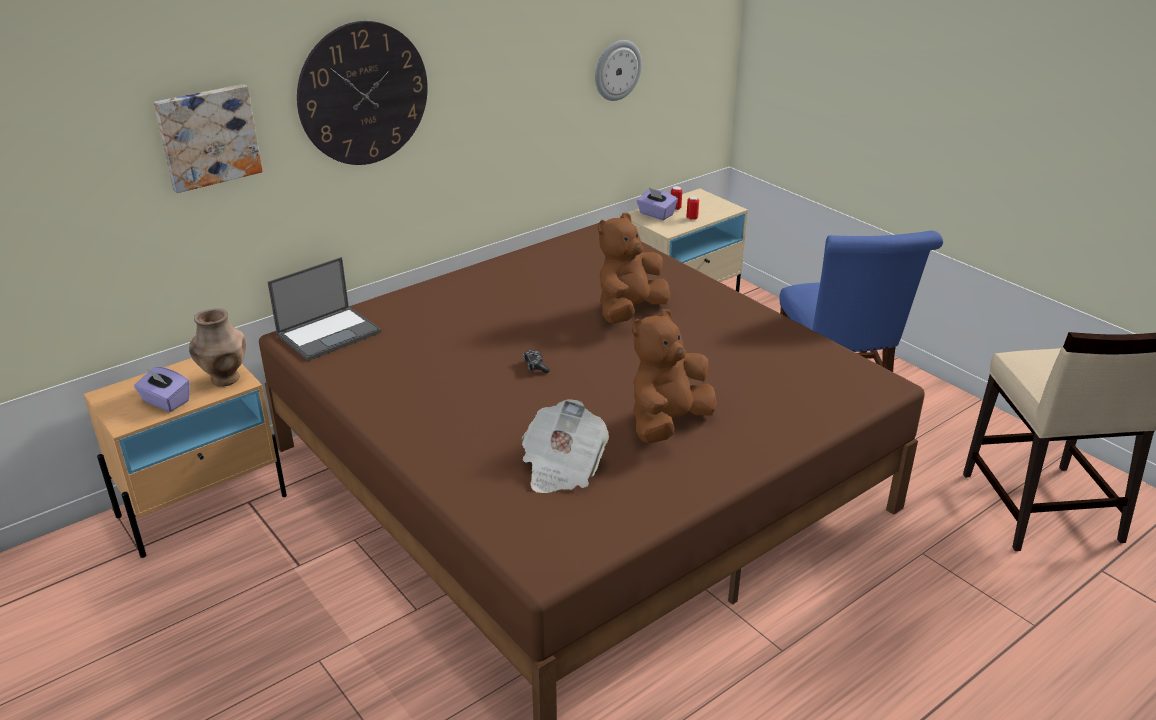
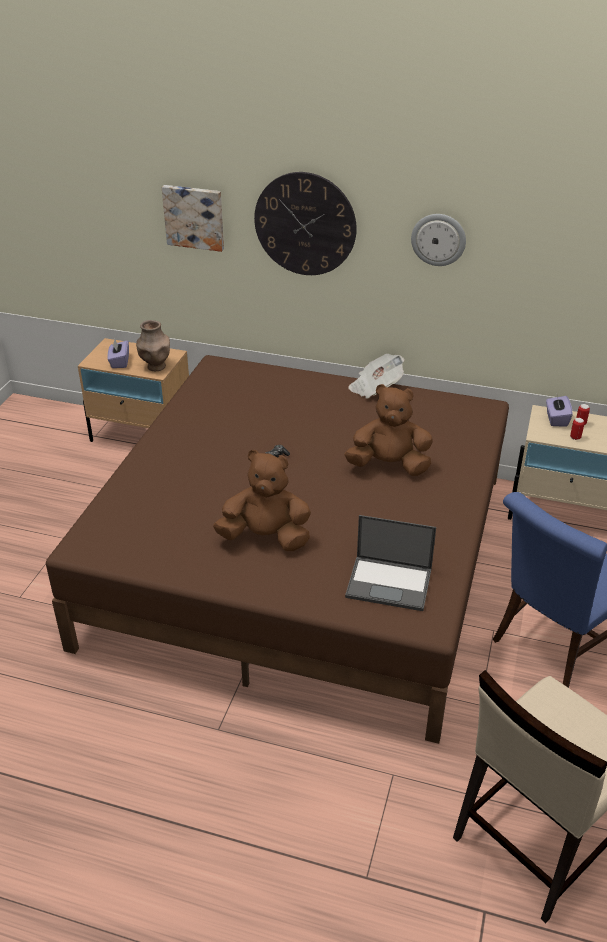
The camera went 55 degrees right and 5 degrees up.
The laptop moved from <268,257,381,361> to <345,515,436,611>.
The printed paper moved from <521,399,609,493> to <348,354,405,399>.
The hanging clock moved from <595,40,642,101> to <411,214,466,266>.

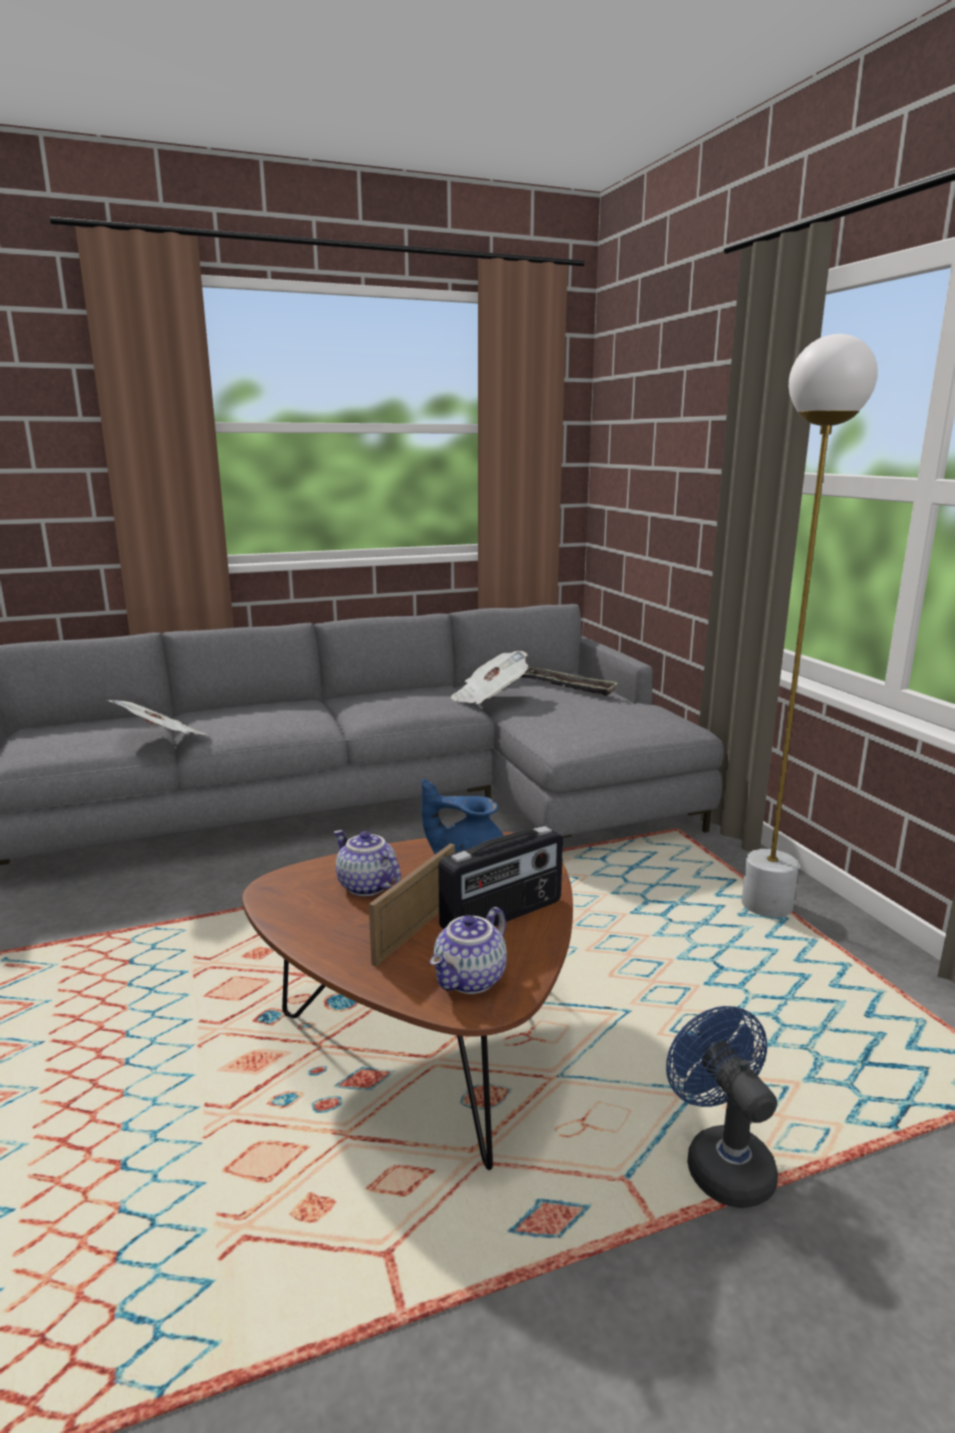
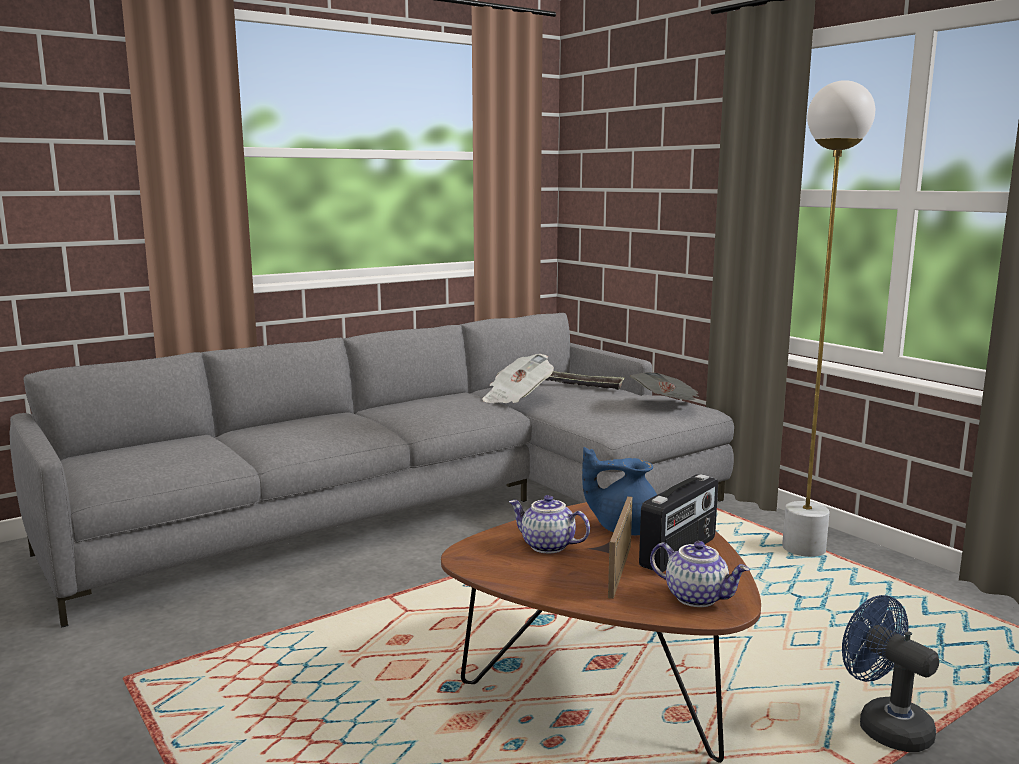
The camera went 15 degrees left and 5 degrees down.
The printed paper moved from <106,700,209,735> to <630,372,699,400>.
The teapot at <430,907,507,994> turned 75 degrees counterclockwise.

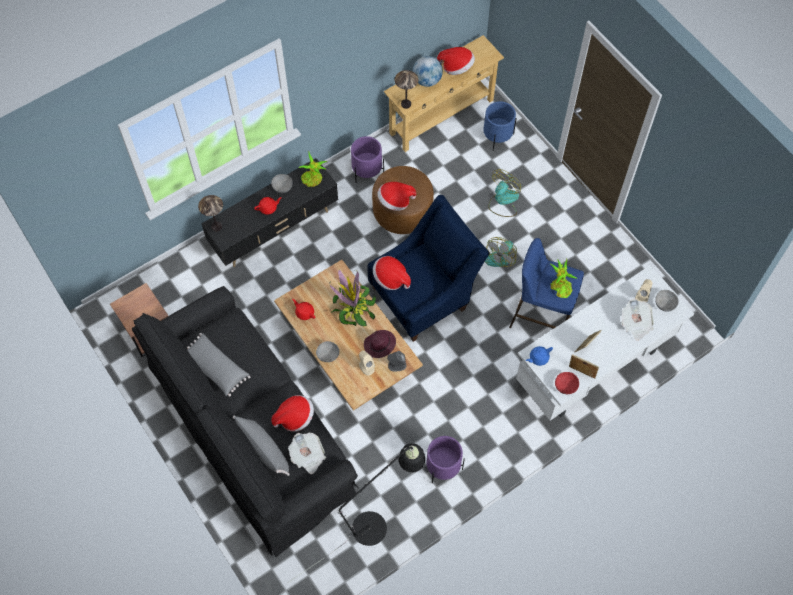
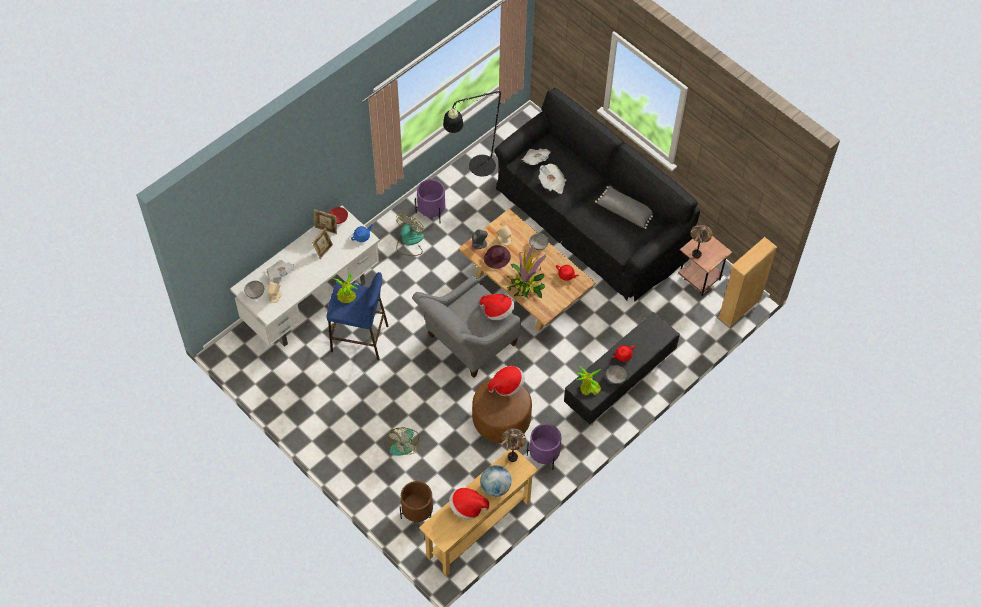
The camera went 170 degrees right and 5 degrees down.
The fan moved from <485,237,517,267> to <396,213,424,256>.
The planter (bluish) at <483,101,517,151> became the planter (brown-coloured) at <400,481,433,522>.
The easy chair (bluish) at <367,195,489,342> became the easy chair (gray) at <412,276,521,378>.
The clothing hat at <271,395,314,432> was replaced by the printed paper at <538,164,566,194>.
The lamp for a table moved from <198,195,223,232> to <691,225,713,258>.
The bookshelf (beige) at <718,237,777,327> appeared.
The throw pillow (gray) at <233,416,290,476> disappeared.

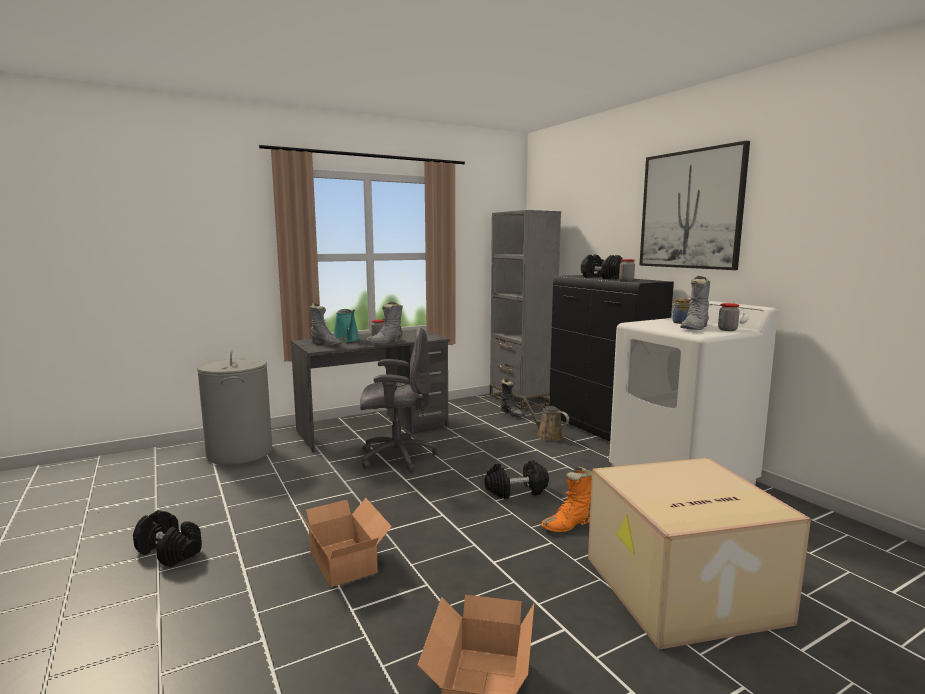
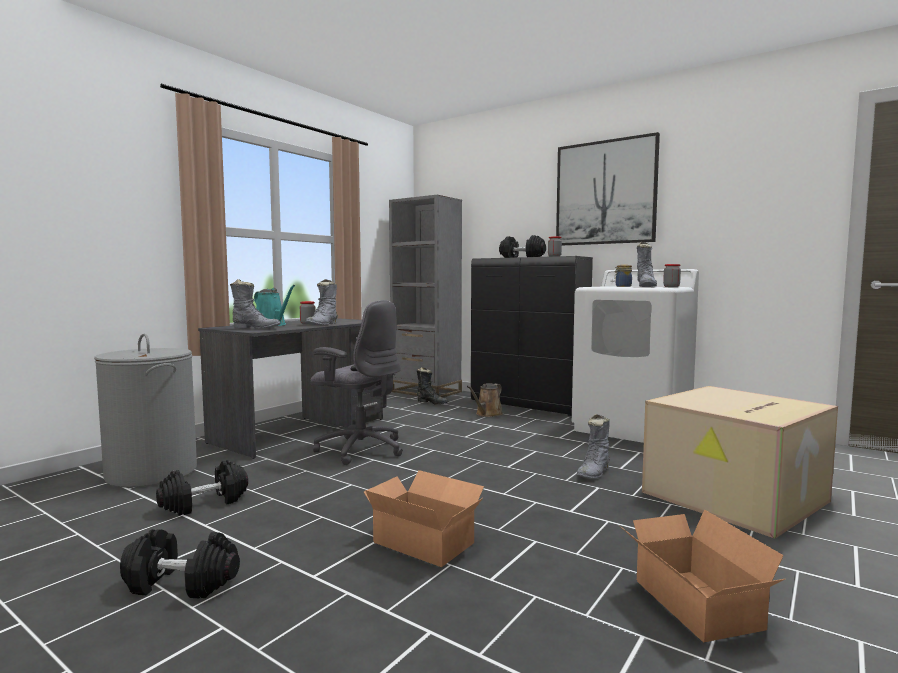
The camera went 25 degrees left and 5 degrees down.
The dumbbell (black) moved from <485,460,549,499> to <156,460,248,516>.
The office chair (gray) at <360,327,438,472> turned 60 degrees clockwise.
The watering pot (brown-coloured) at <522,396,569,441> turned 75 degrees counterclockwise.
The boot (orange) at <540,466,592,532> became the boot (gray) at <576,414,610,478>.

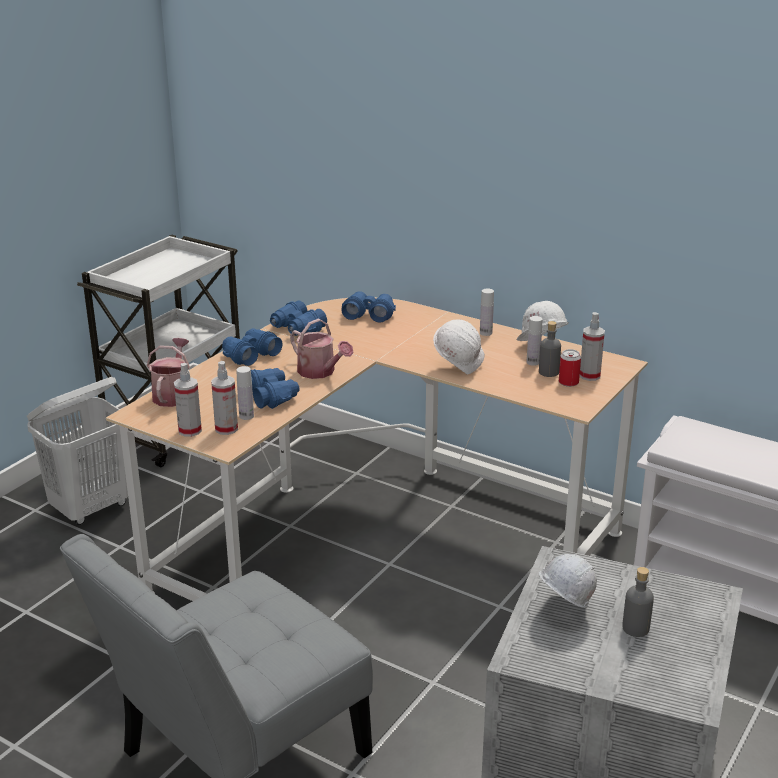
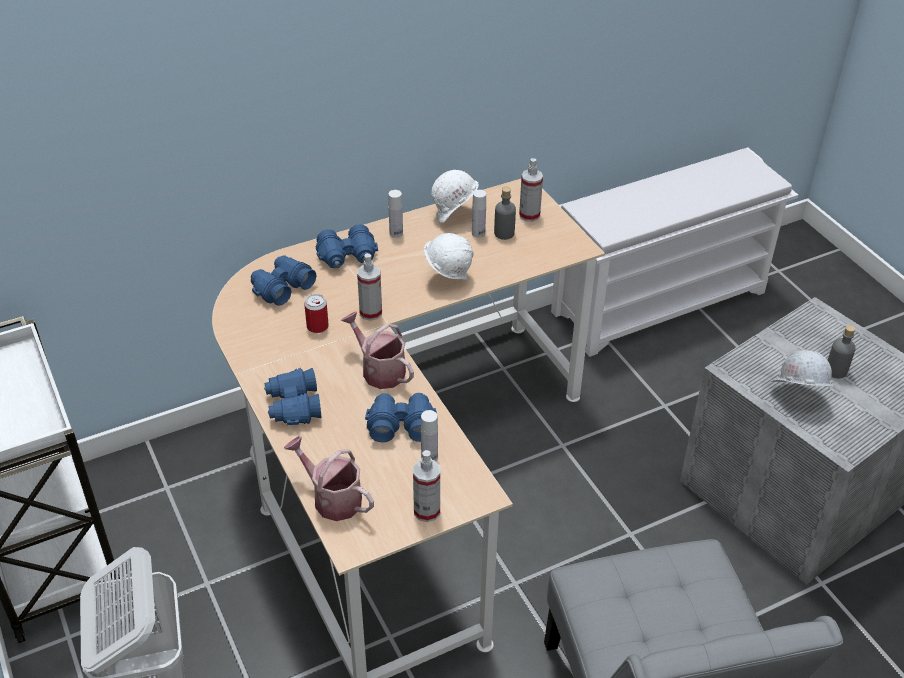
The camera went 60 degrees left and 15 degrees up.
The metal can moved from <559,349,581,387> to <304,294,329,333>.
The field glasses (bluish) moved from <270,300,327,336> to <315,224,378,268>.
The watering pot at <290,319,353,379> turned 120 degrees counterclockwise.
The sprayer moved from <211,361,238,435> to <357,253,382,321>.

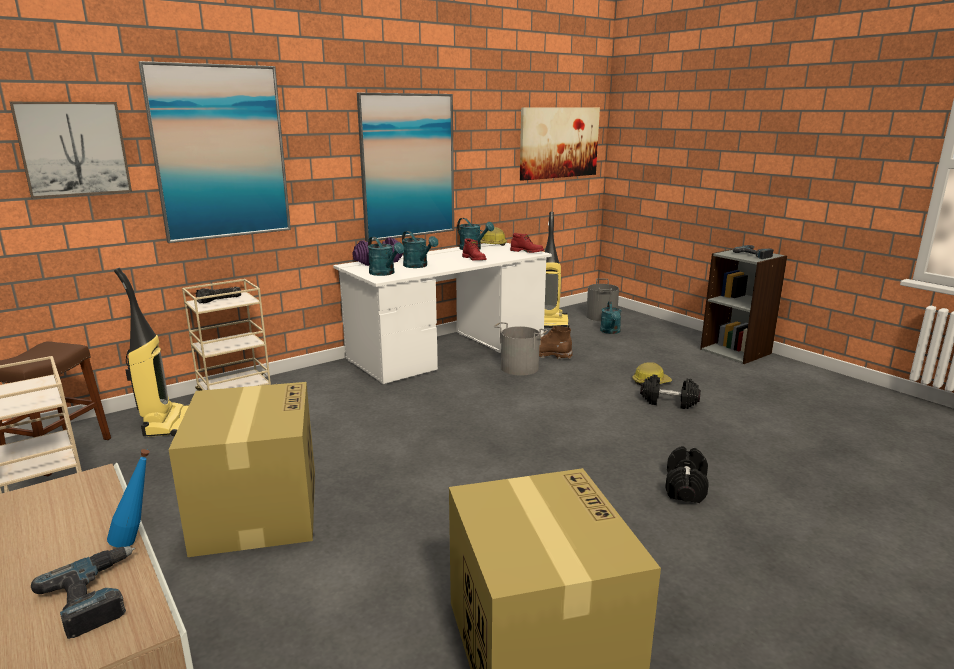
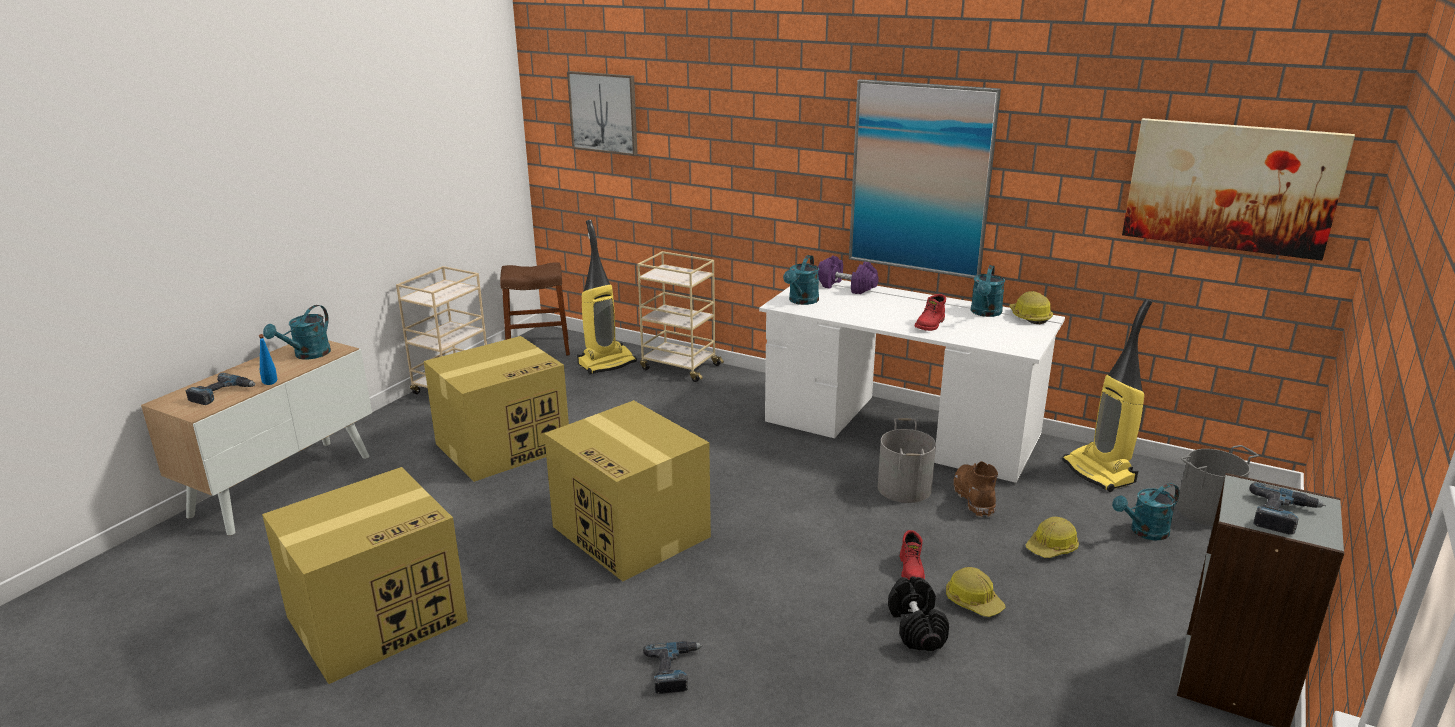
The camera went 65 degrees right and 5 degrees up.
The watering pot (turquoise-coloured) moved from <402,231,438,268> to <263,305,331,359>.
The cardboard box at <544,400,711,581> appeared.
The dumbbell (black) at <665,446,709,503> was replaced by the electric drill at <643,641,703,694>.
The boot (reddish) moved from <510,233,544,253> to <900,530,925,580>.
The safety helmet at <1026,517,1079,558> appeared.
The wall art at <138,61,291,243> disappeared.
The hand torch at <196,287,241,303> disappeared.

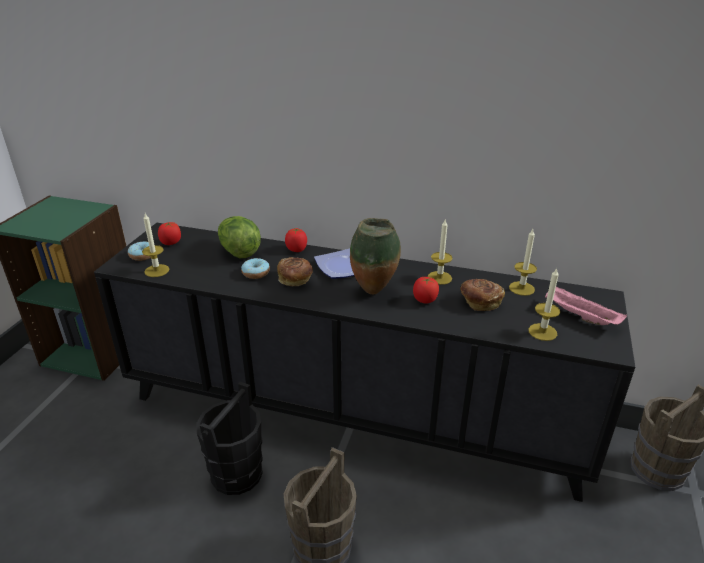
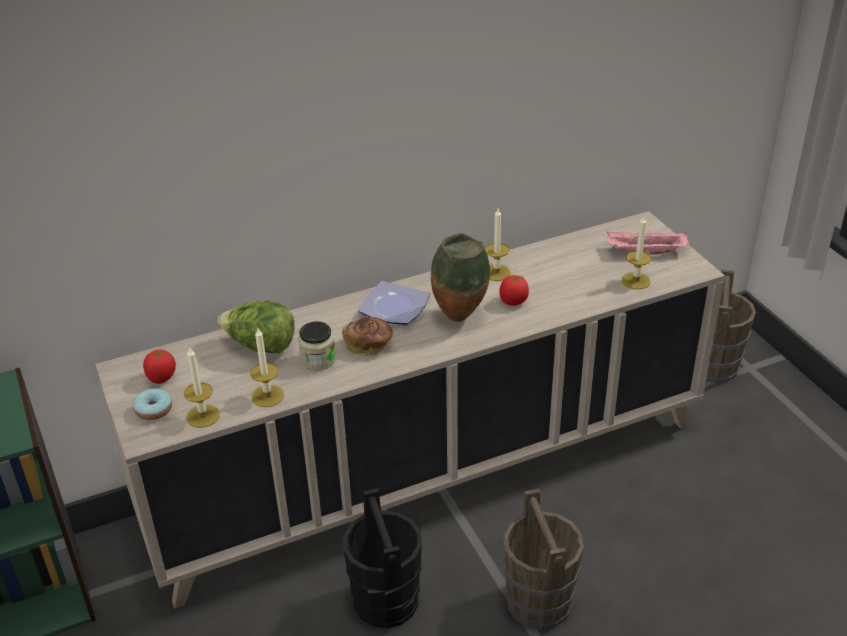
The camera went 40 degrees left and 5 degrees up.
The cupboard (black) at <94,223,635,502> became the cupboard (beige) at <95,211,725,609>.
The wax light moved from <509,229,537,296> to <250,328,284,407>.
The doughnut at <241,258,270,279> was replaced by the storage jar at <298,321,336,371>.
The tomato at <285,228,307,252> disappeared.
The bread at <461,279,505,311> disappeared.

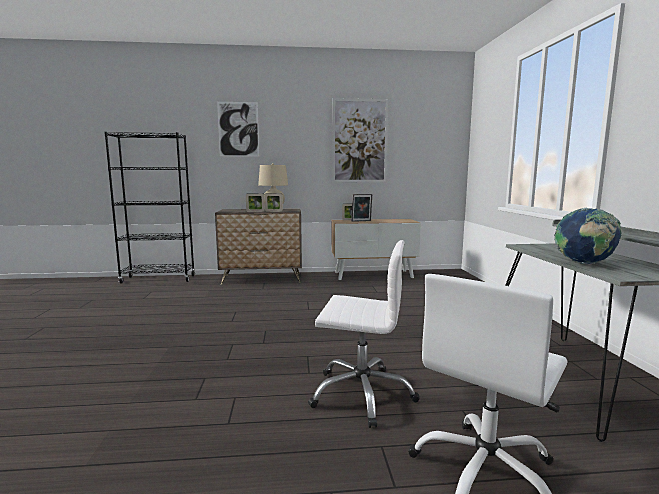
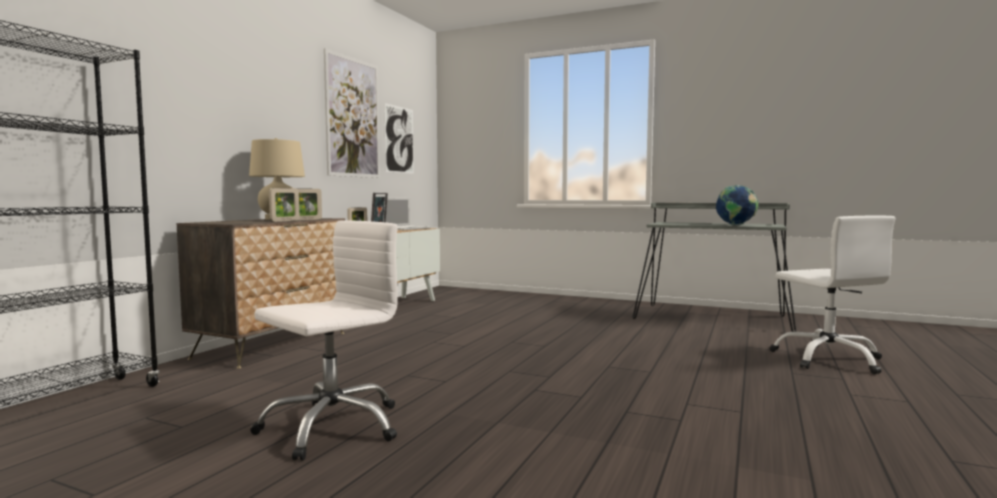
The camera went 60 degrees left and 5 degrees down.
The office chair (white) moved from <308,240,419,428> to <250,220,398,461>.
The wall art moved from <217,102,259,157> to <384,103,414,174>.
The laptop at <386,197,431,230> appeared.

